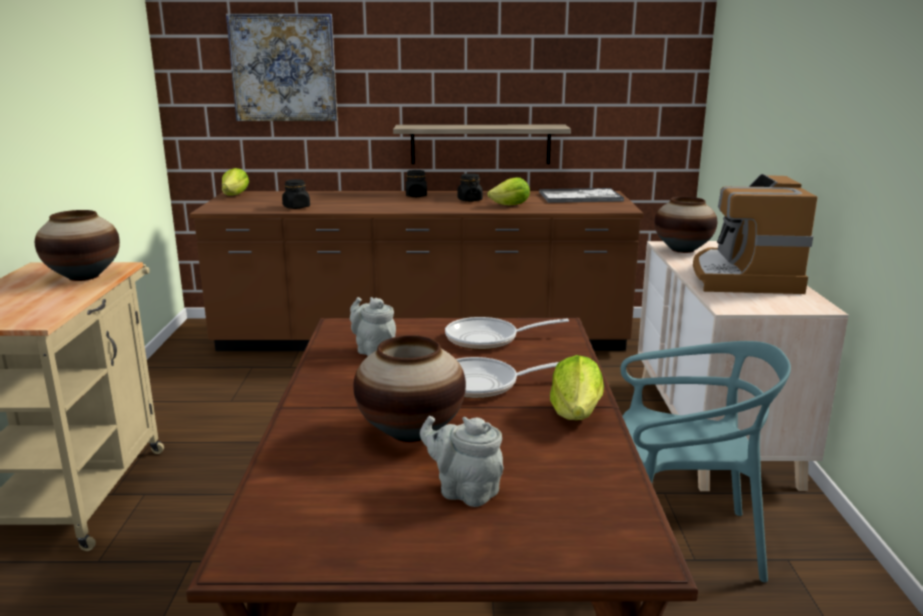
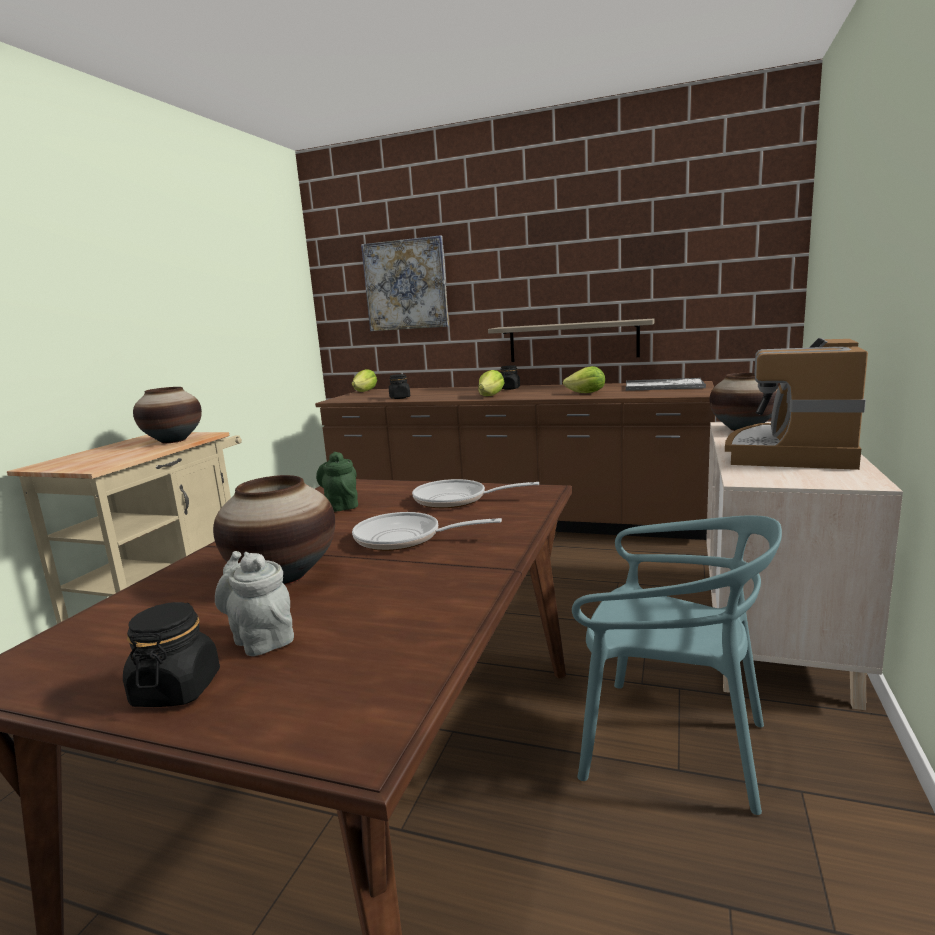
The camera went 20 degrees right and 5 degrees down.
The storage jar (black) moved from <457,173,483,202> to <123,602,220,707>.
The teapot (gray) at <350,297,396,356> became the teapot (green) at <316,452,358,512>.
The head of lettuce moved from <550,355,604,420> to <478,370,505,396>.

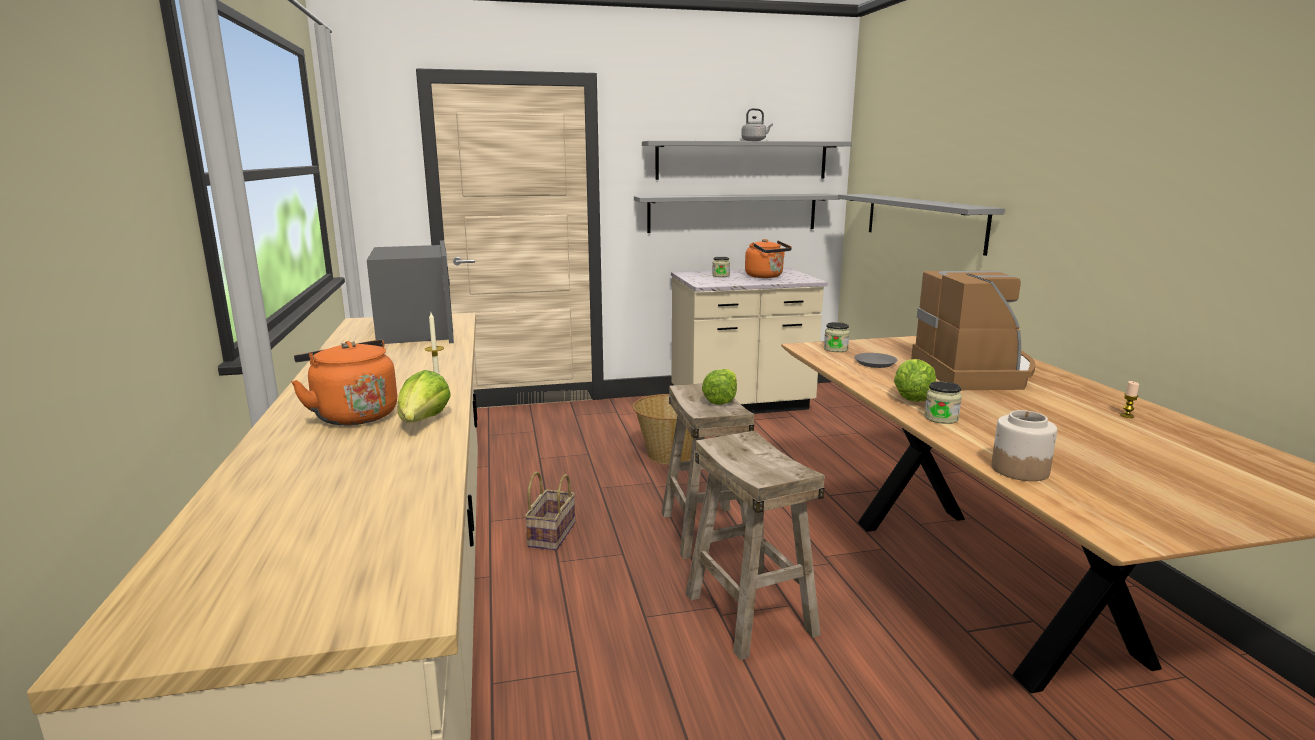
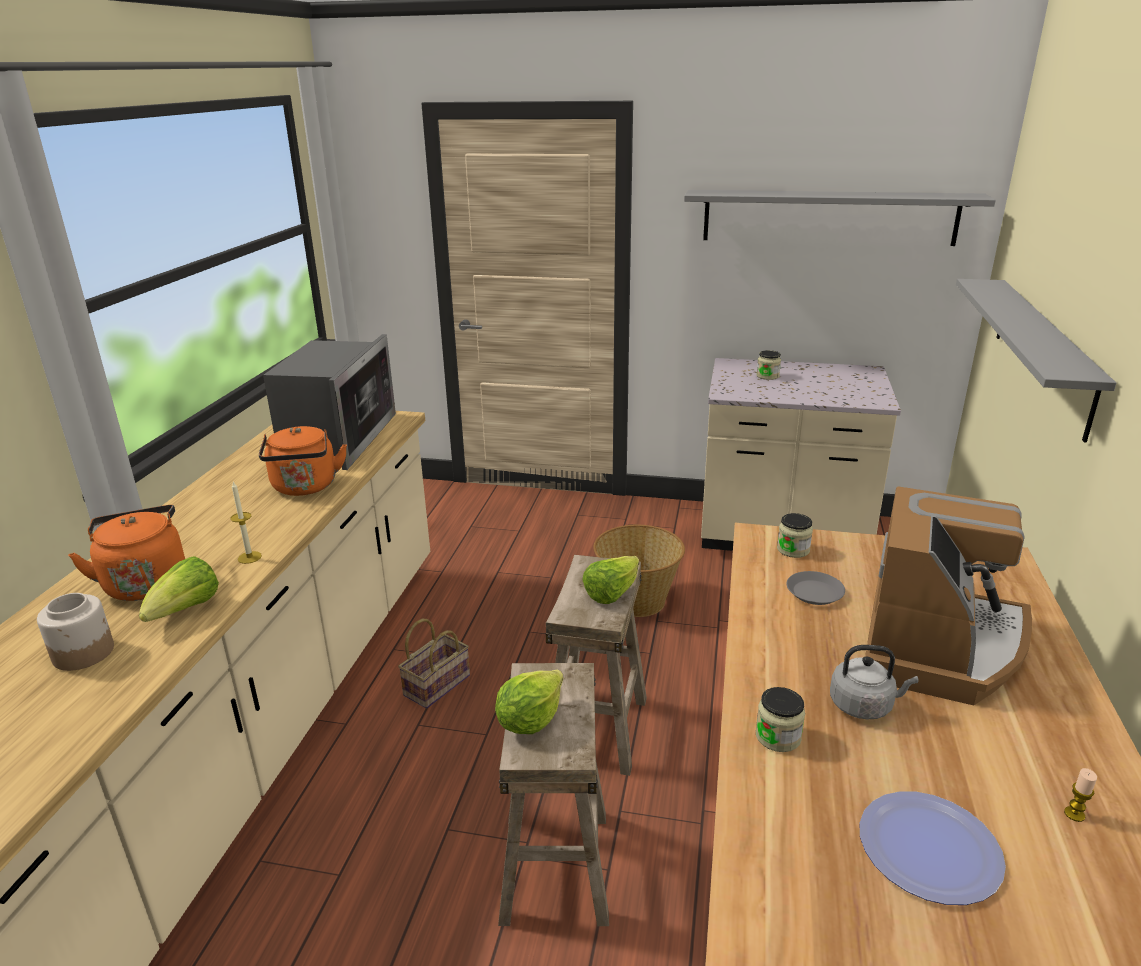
The camera went 25 degrees right and 10 degrees up.
The storage jar moved from <991,410,1057,481> to <37,593,114,671>.
The tea kettle (orange) moved from <745,239,792,278> to <259,426,347,496>.
The head of lettuce moved from <894,359,936,402> to <495,670,563,734>.
The tea kettle (gray) moved from <741,108,773,141> to <830,645,919,719>.
The dinner plate at <860,791,1006,905> appeared.
The wall shelf (gray) at <634,194,840,233> disappeared.

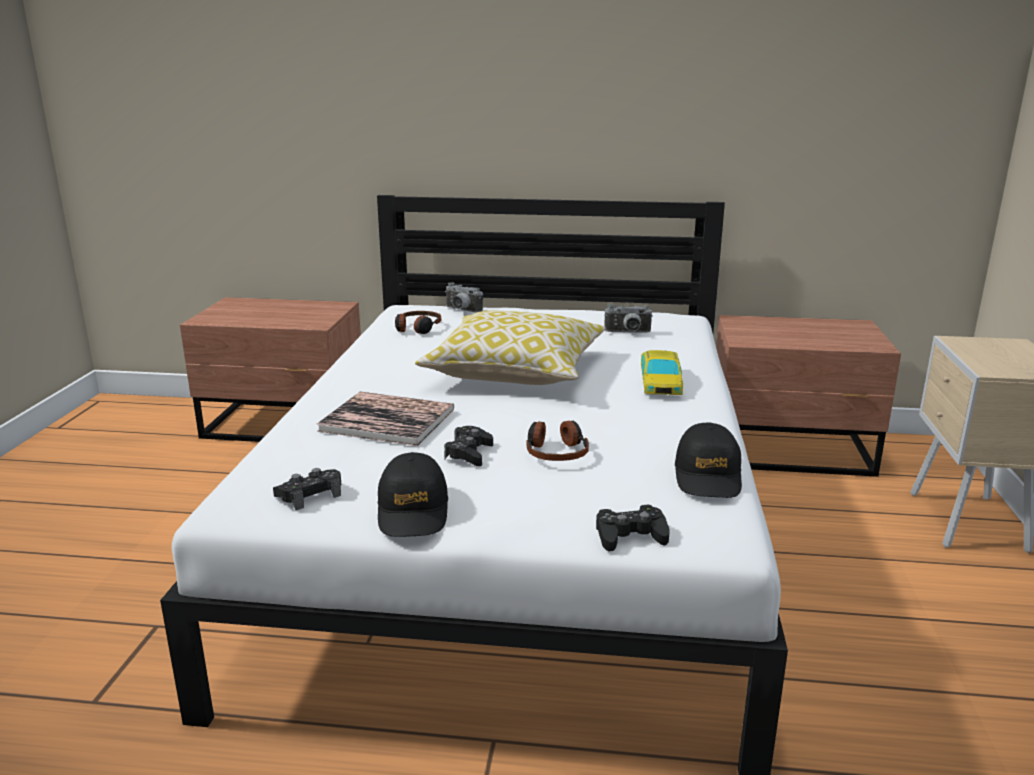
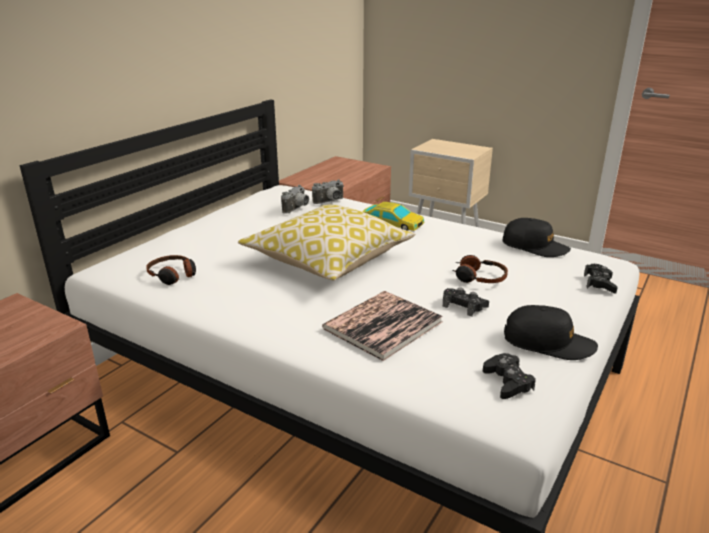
The camera went 65 degrees left and 5 degrees up.
The still camera moved from <446,282,483,312> to <312,179,344,204>.

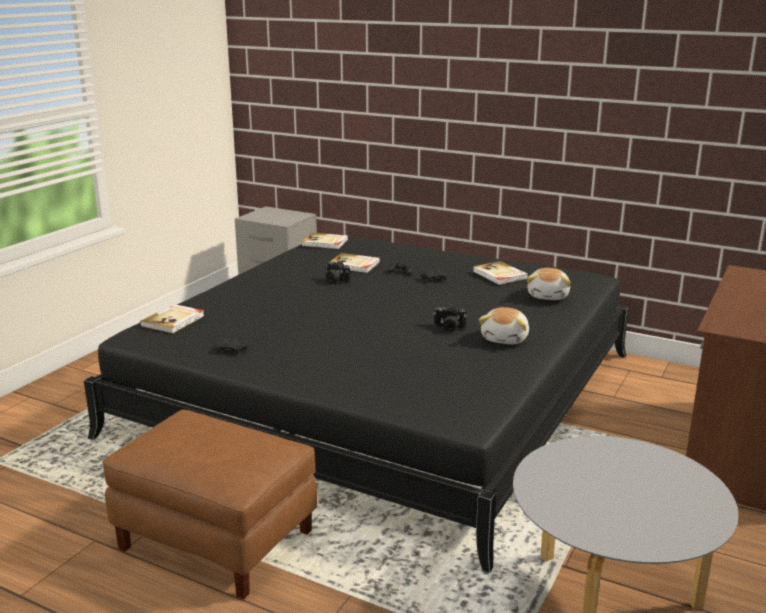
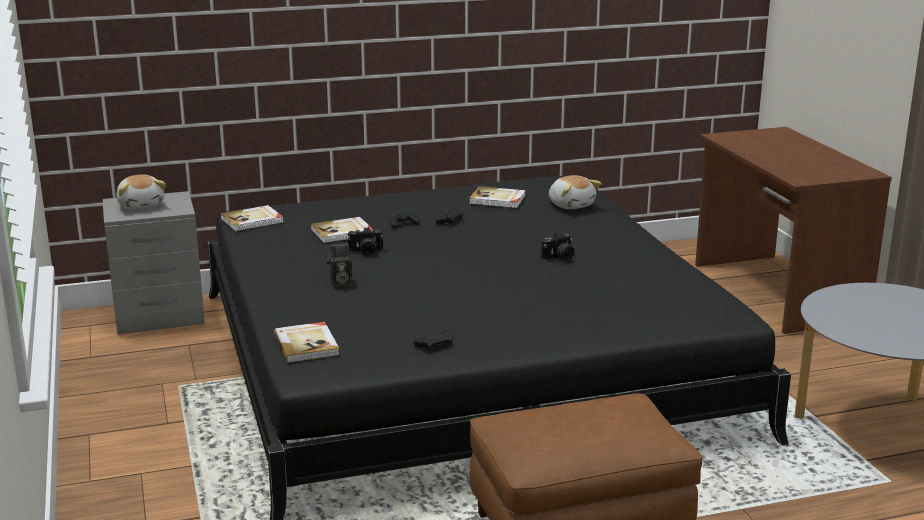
The camera went 45 degrees left and 0 degrees up.
The soft toy moved from <479,307,529,344> to <116,174,166,210>.
The still camera at <326,242,352,287> appeared.

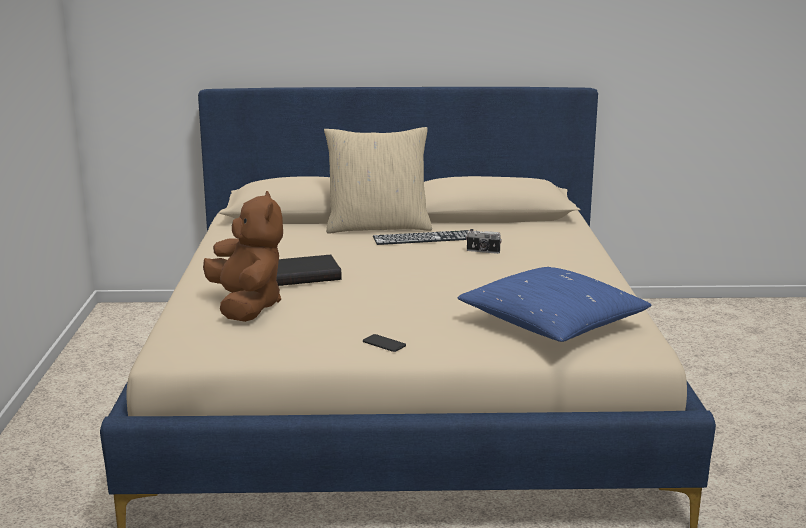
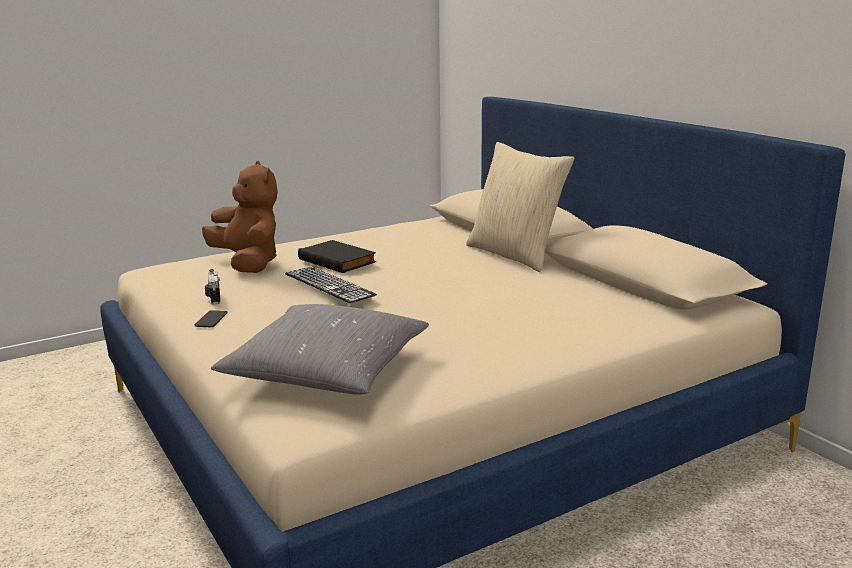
The camera went 60 degrees right and 0 degrees up.
The soft toy (brown-coloured) at <203,191,283,322> turned 75 degrees counterclockwise.
The still camera moved from <466,229,502,254> to <205,269,220,305>.
The throw pillow (bluish) at <458,267,652,342> became the throw pillow (gray) at <211,304,429,395>.
The keyboard moved from <373,230,469,245> to <285,267,377,303>.

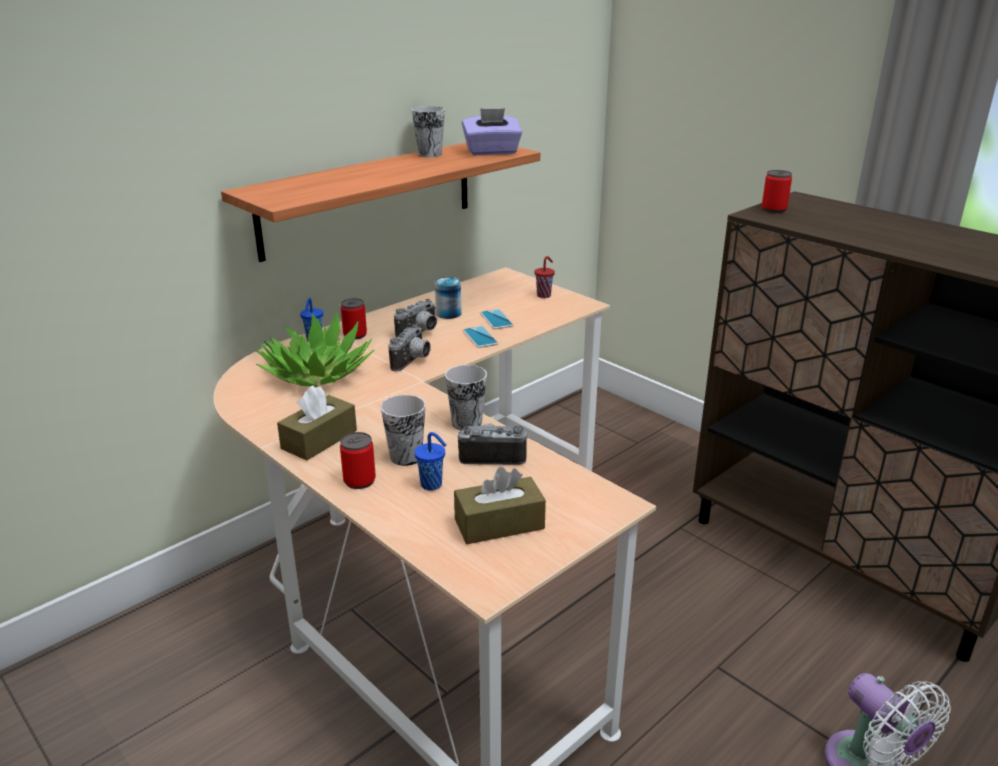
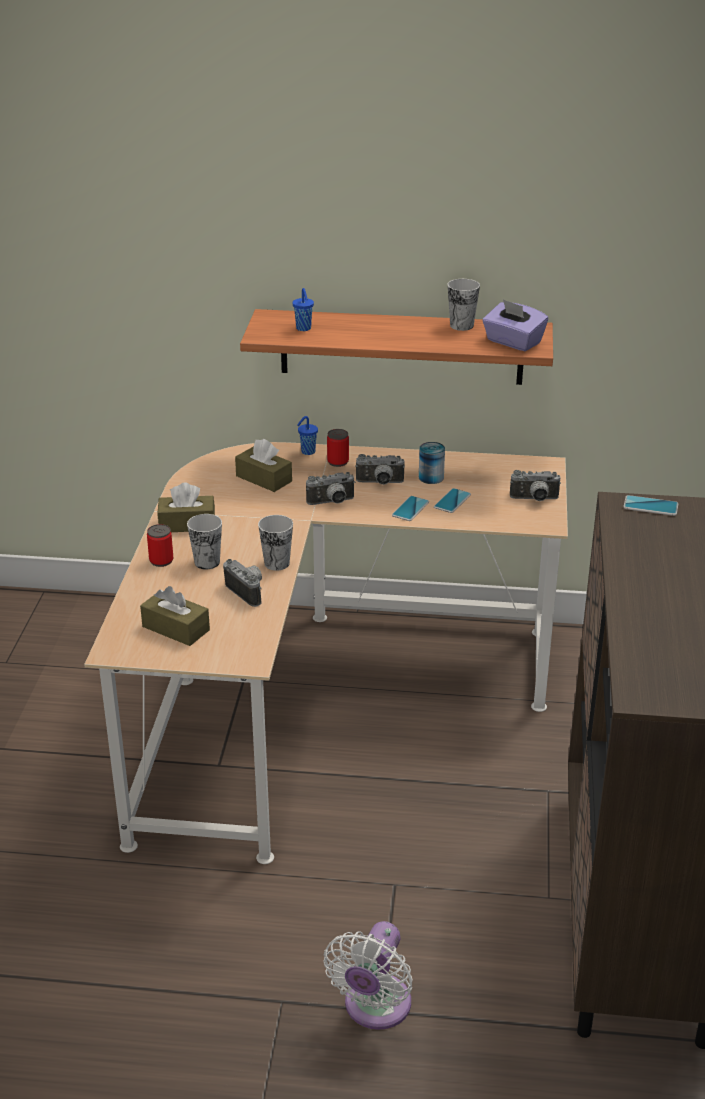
The camera went 50 degrees right and 5 degrees up.
The plant in a pot at <255,311,374,387> was replaced by the tissue box (brown-coloured) at <235,439,292,492>.
The small cup (bluish) moved from <414,432,447,490> to <292,288,314,331>.
The small cup (reddish) at <534,256,555,298> was replaced by the still camera at <510,470,561,501>.
The metal can at <762,170,792,213> was replaced by the telephone at <623,495,678,516>.

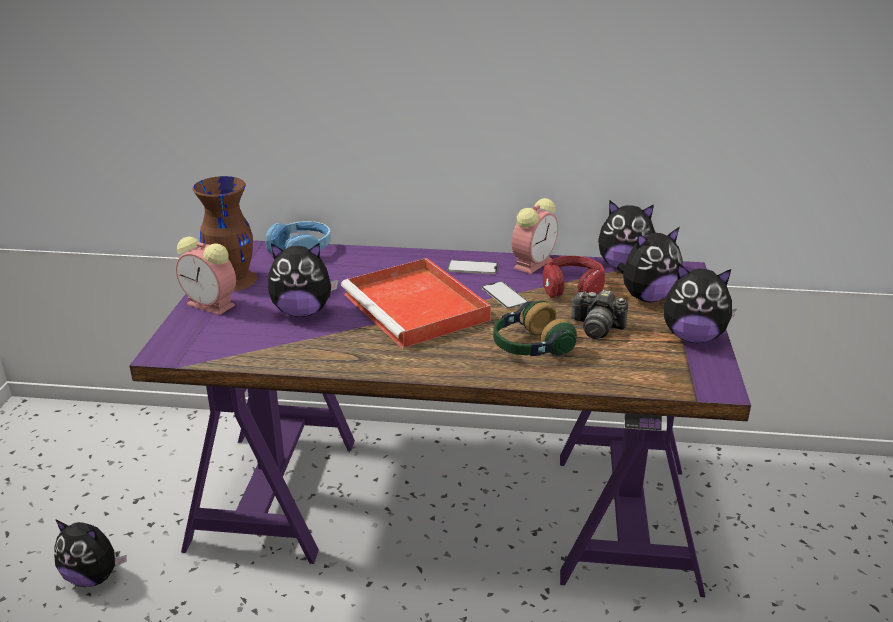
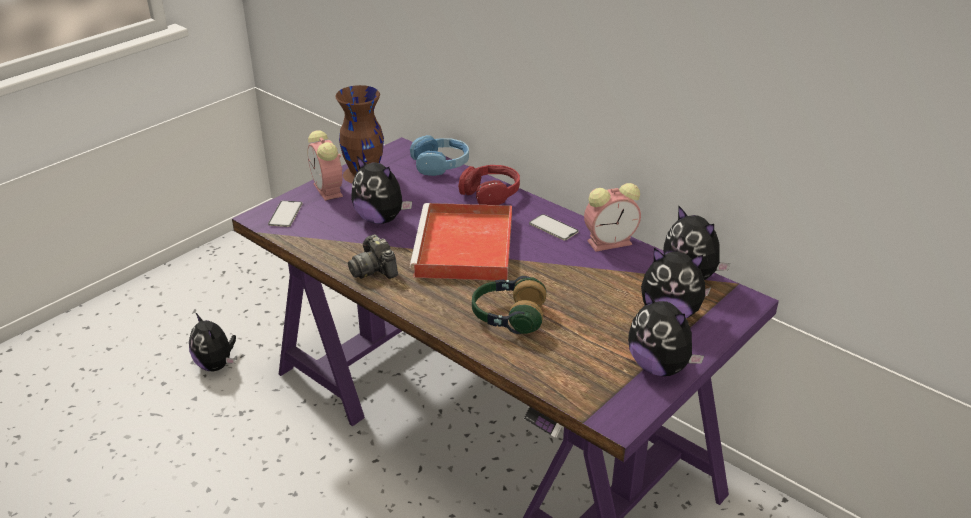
The camera went 35 degrees right and 5 degrees up.
The telephone moved from <481,281,529,309> to <268,201,303,227>.
The still camera moved from <571,290,628,339> to <348,234,398,279>.
The headphones (reddish) moved from <543,256,605,298> to <458,165,520,205>.

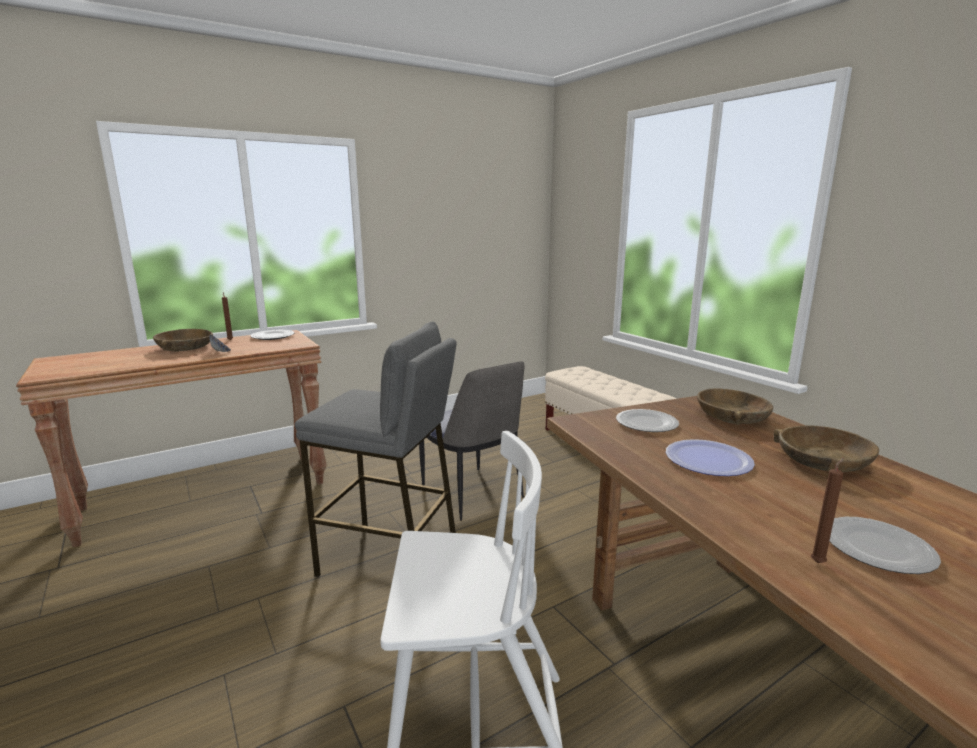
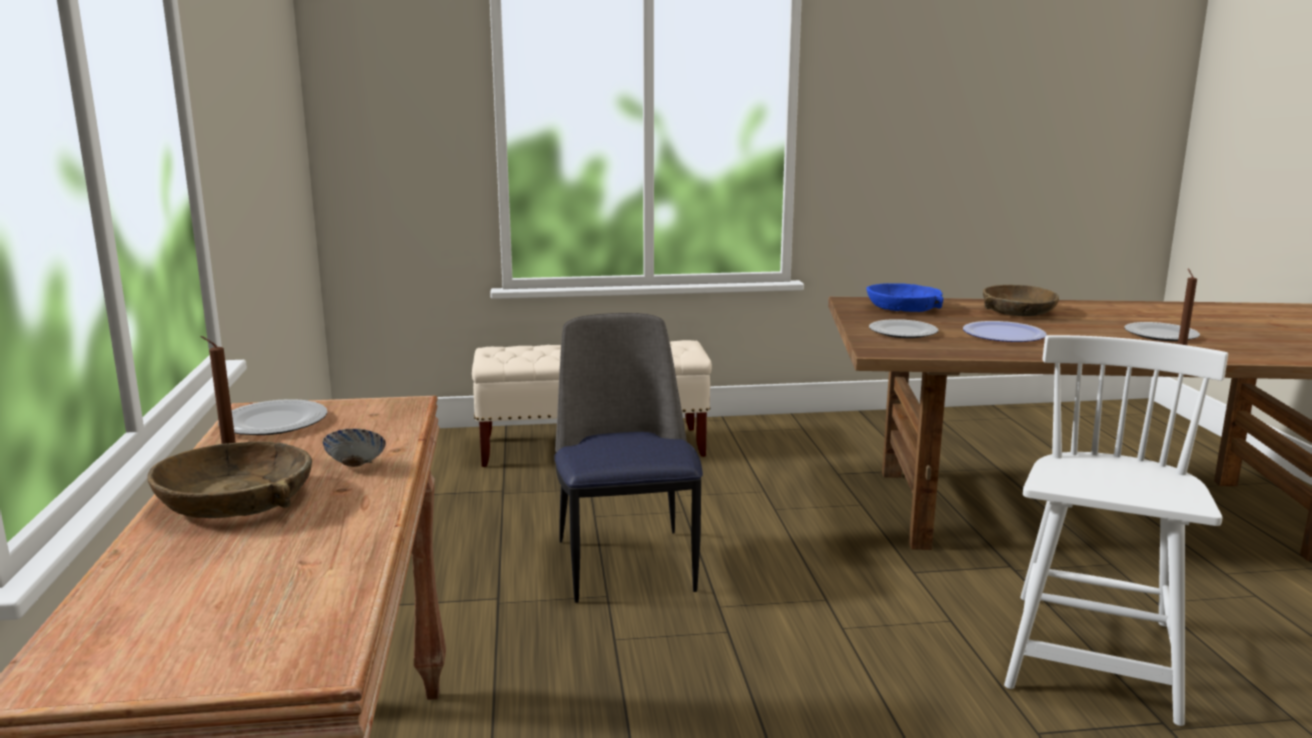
The camera went 65 degrees left and 0 degrees up.
The upright chair at <419,361,525,521> turned 90 degrees counterclockwise.
The bowl (brown-coloured) at <697,389,773,425> became the bowl (bluish) at <866,283,943,312>.
The stool (gray) at <295,321,457,577> disappeared.

